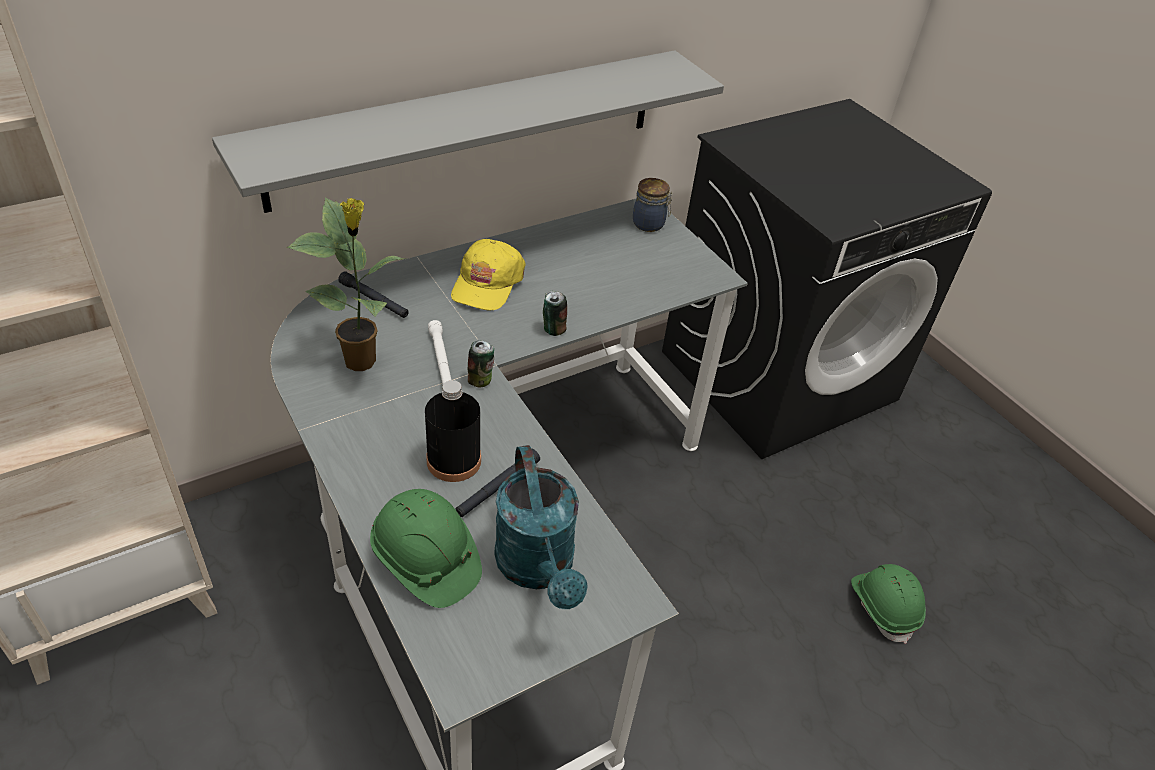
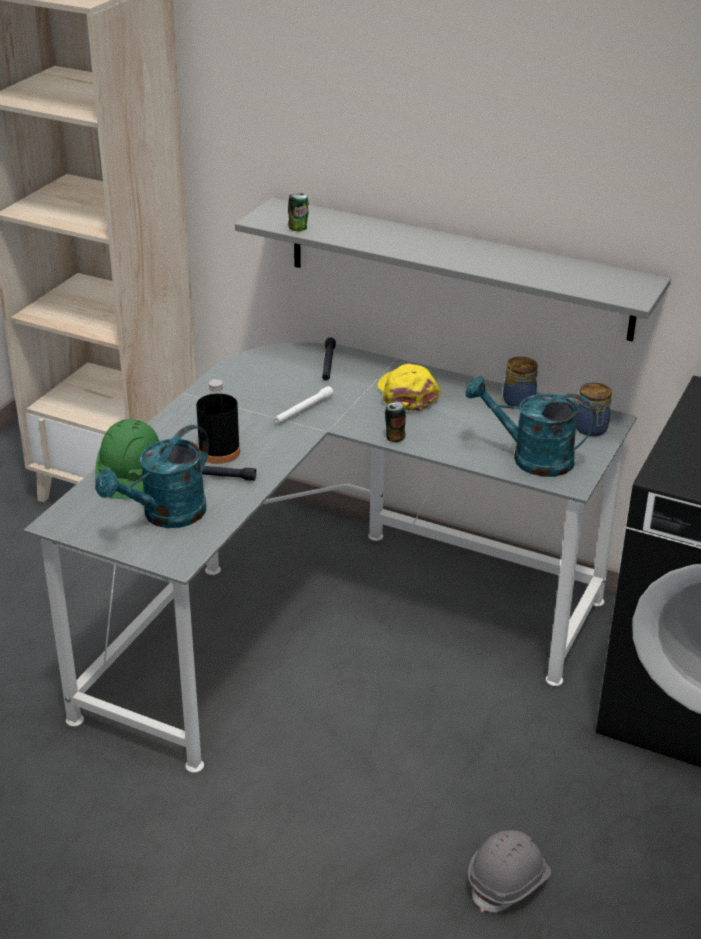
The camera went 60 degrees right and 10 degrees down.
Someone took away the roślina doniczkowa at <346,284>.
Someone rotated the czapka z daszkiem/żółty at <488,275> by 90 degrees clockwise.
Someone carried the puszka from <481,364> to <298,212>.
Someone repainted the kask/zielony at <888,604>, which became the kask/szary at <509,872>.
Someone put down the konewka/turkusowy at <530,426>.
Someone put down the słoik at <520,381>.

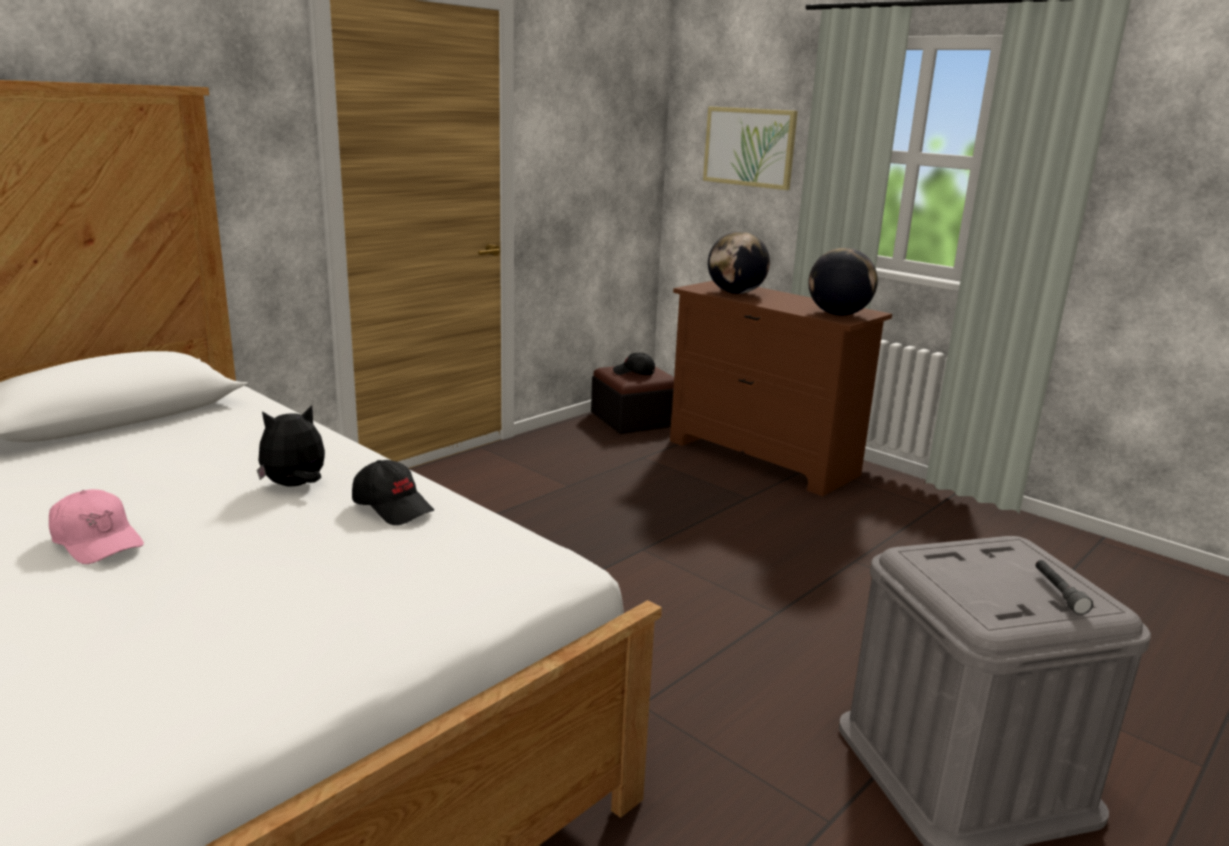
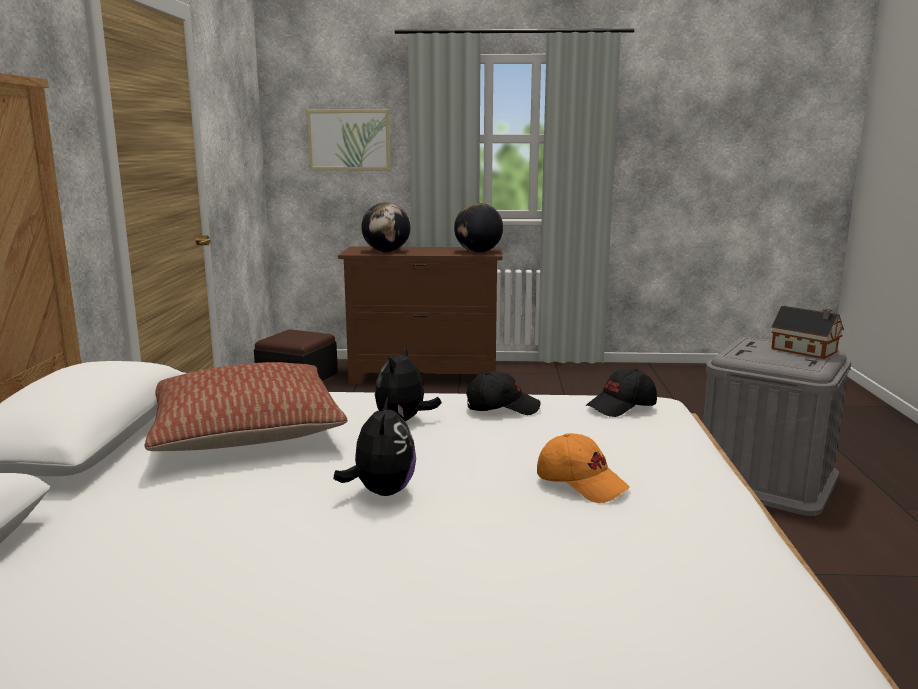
The camera went 40 degrees left and 5 degrees down.
Someone swapped the czapka z daszkiem/różowy at <96,526> for the pluszak at <375,446>.
Someone carried the czapka z daszkiem/czarny from <634,363> to <621,392>.
Someone swapped the latarka/szary at <1064,587> for the domek at <807,332>.
Someone put down the poduszka at <246,406>.
Someone put down the czapka z daszkiem/pomarańczowy at <583,468>.

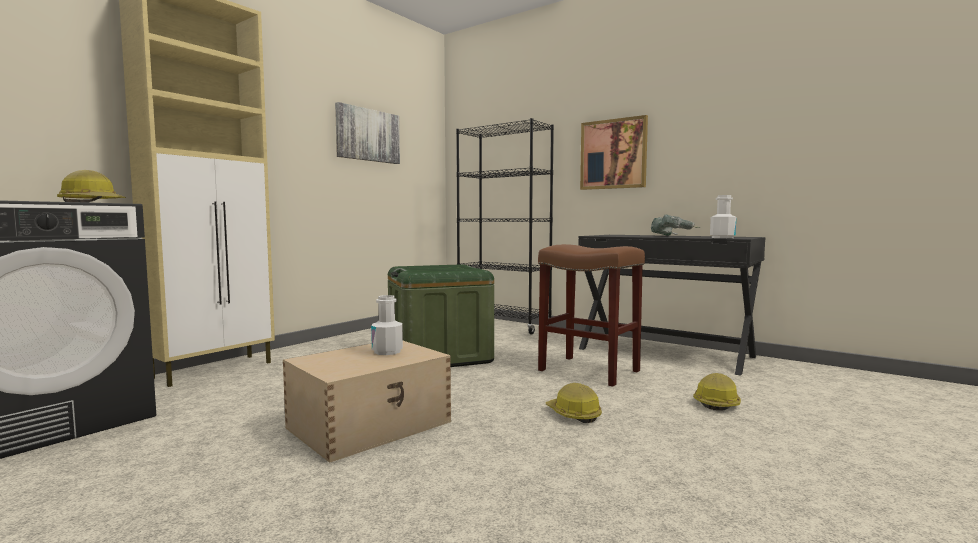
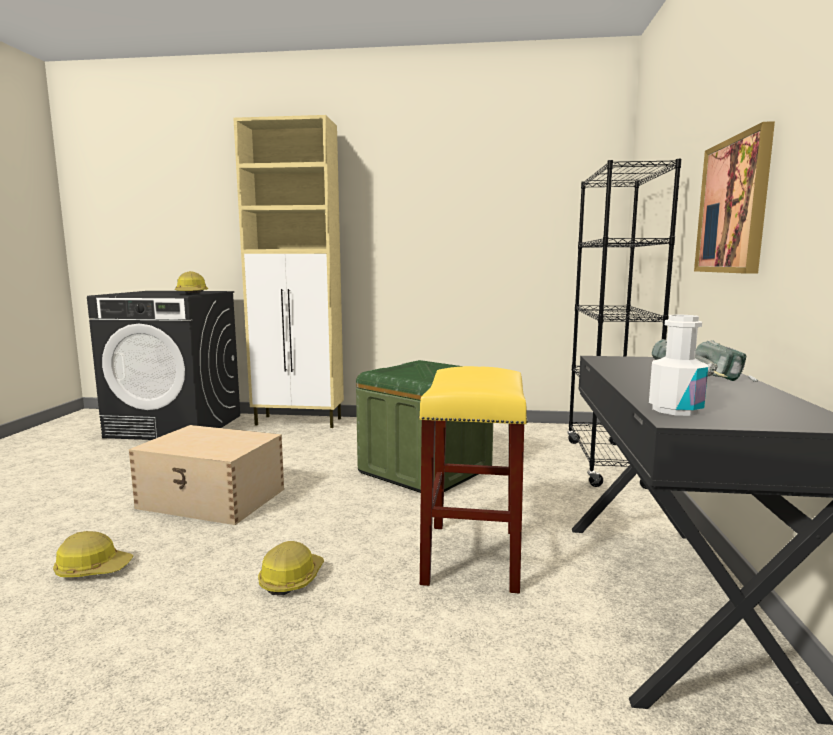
The camera went 60 degrees right and 5 degrees up.
Someone took away the obraz at <367,133>.
Someone took away the butelka/biały at <387,325>.
Someone repainted the stołek/brązowy at <591,315>, which became the stołek/żółty at <473,479>.
Someone carried the kask from <717,392> to <93,554>.

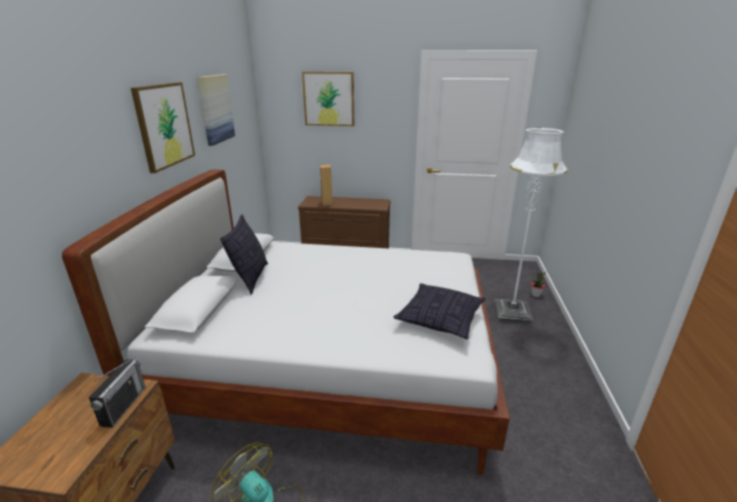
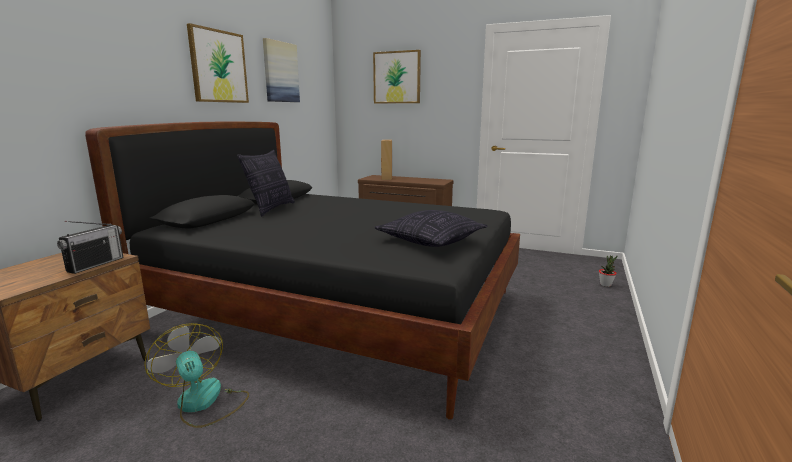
The camera went 15 degrees right and 10 degrees down.
Someone repainted the łóżko/biały at <286,322>, which became the łóżko/czarny at <302,271>.
Someone took away the lampa stojąca/biały at <531,226>.

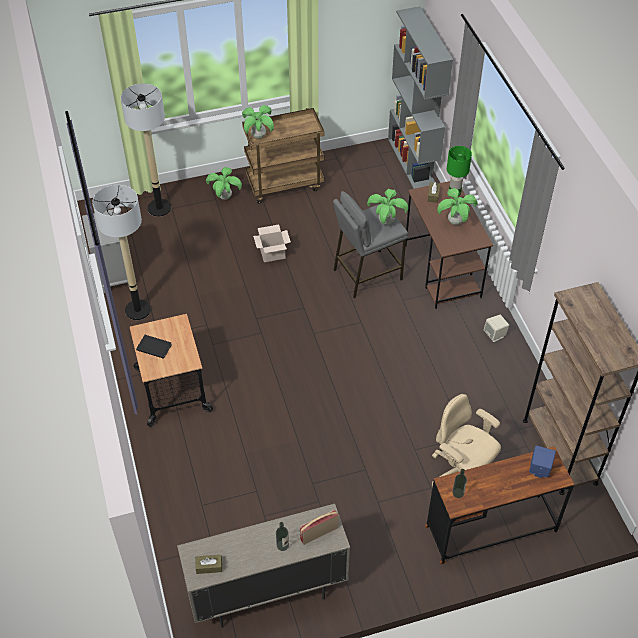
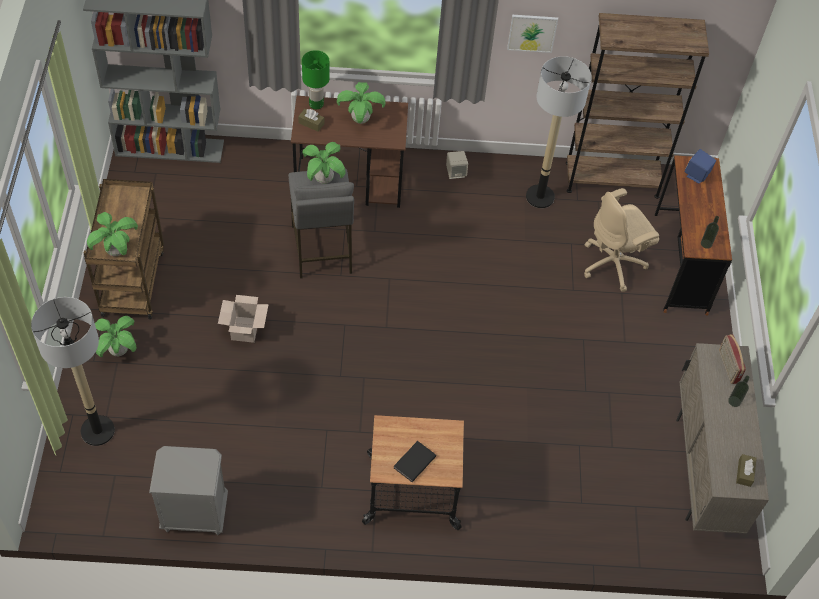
The camera went 75 degrees left and 5 degrees up.
Someone carried the lampa stojąca from <121,252> to <559,132>.
Someone put up the obraz at <532,34>.

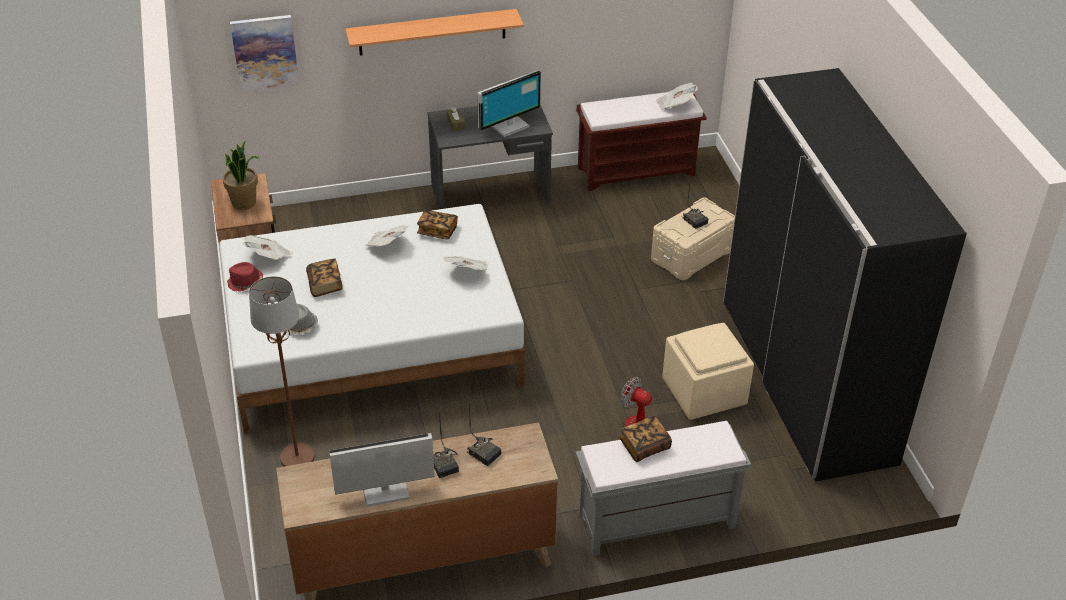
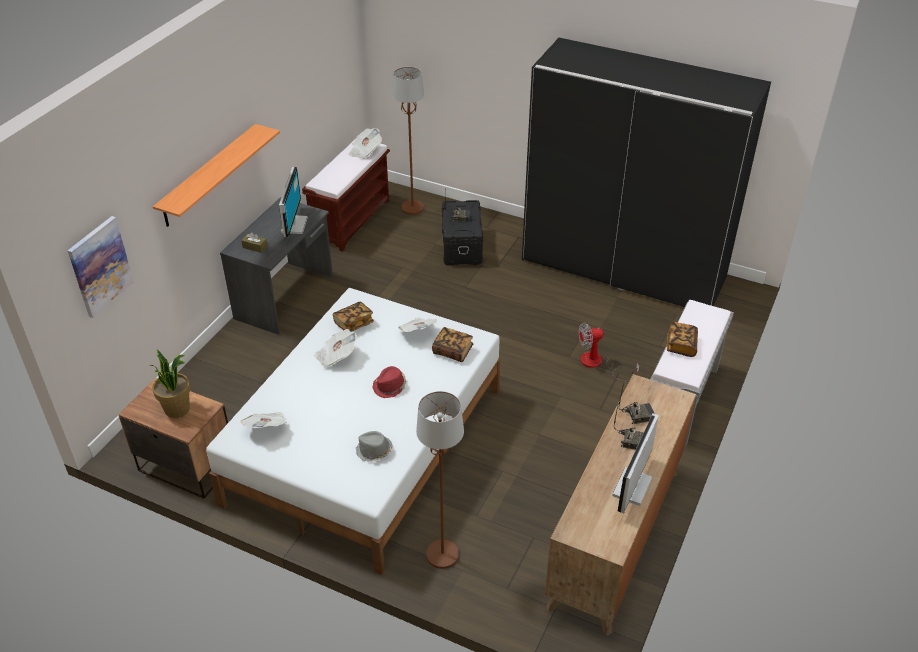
The camera went 50 degrees left and 0 degrees up.
Someone carried the kapelusz/czerwony from <245,277> to <389,382>.
Someone carried the książka from <324,278> to <452,344>.
Someone repainted the pojemnik do przechowywania/beżowy at <693,238>, which became the pojemnik do przechowywania/czarny at <462,232>.
Someone took away the pufa/beżowy at <708,371>.
Someone put down the lampa stojąca/brązowy at <408,141>.

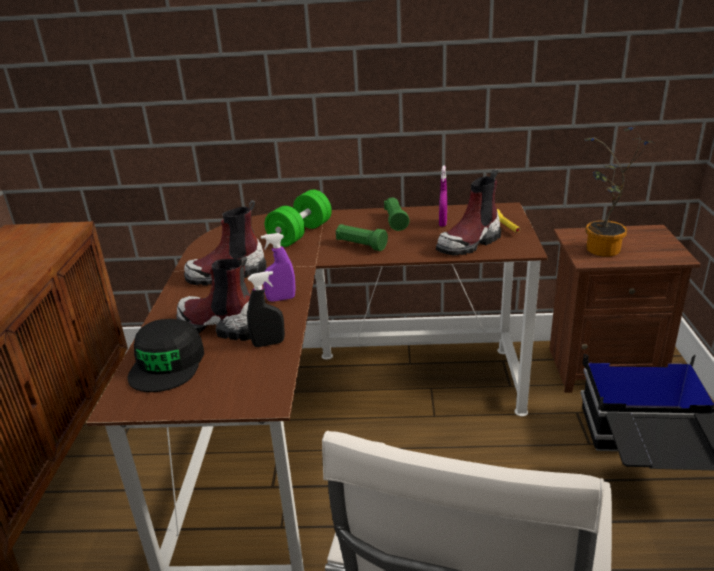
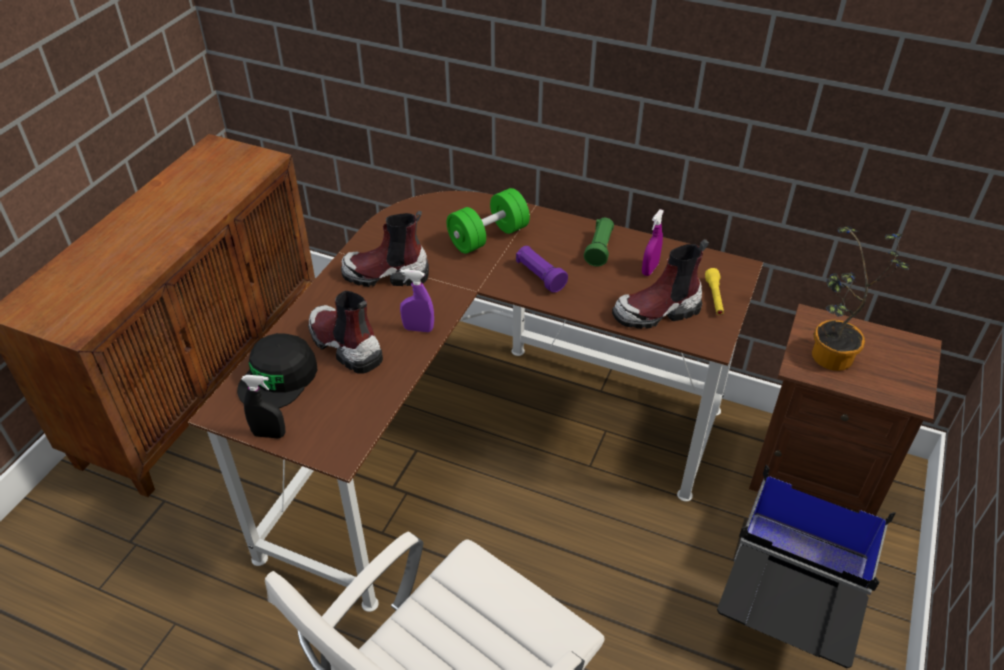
The camera went 20 degrees right and 15 degrees up.
Someone carried the spryskiwacz/czarny from <266,309> to <263,407>.
Someone repainted the latarka/zielony at <362,237>, which became the latarka/fioletowy at <542,269>.

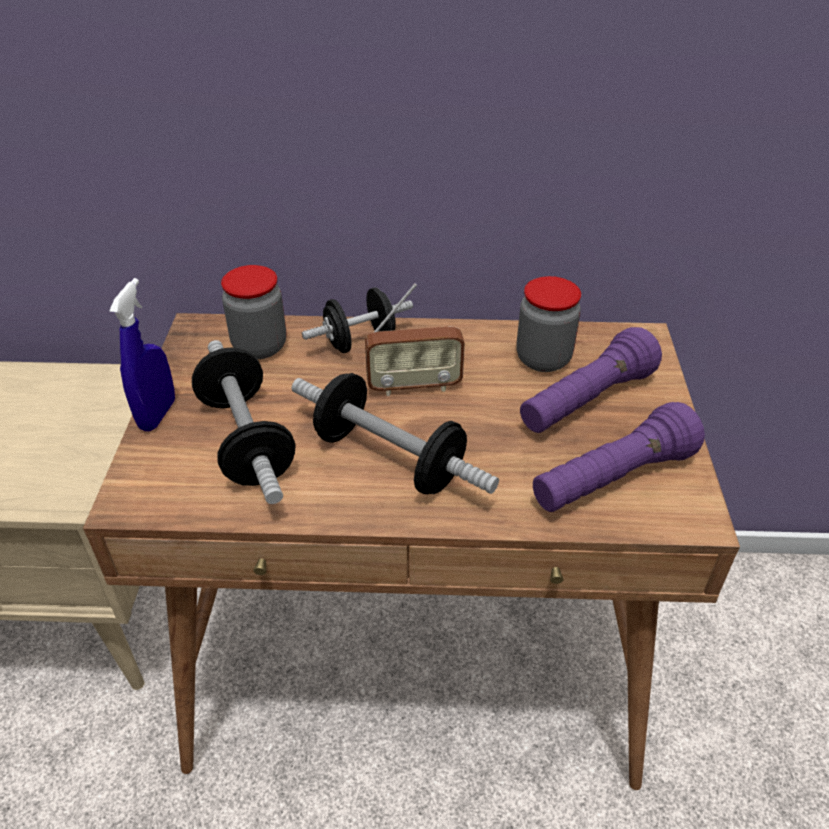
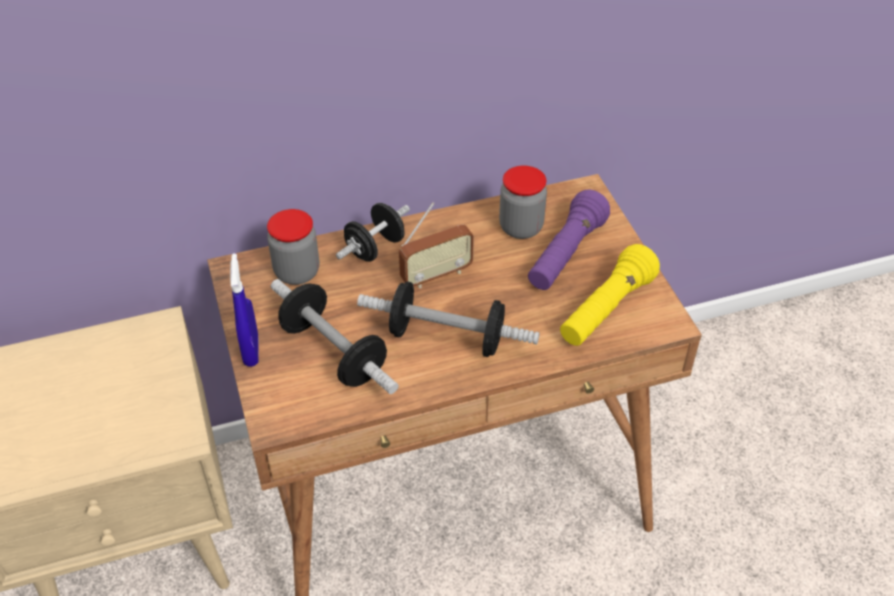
The camera went 20 degrees left and 5 degrees up.
Someone repainted the latarka/fioletowy at <619,457>, which became the latarka/żółty at <610,295>.

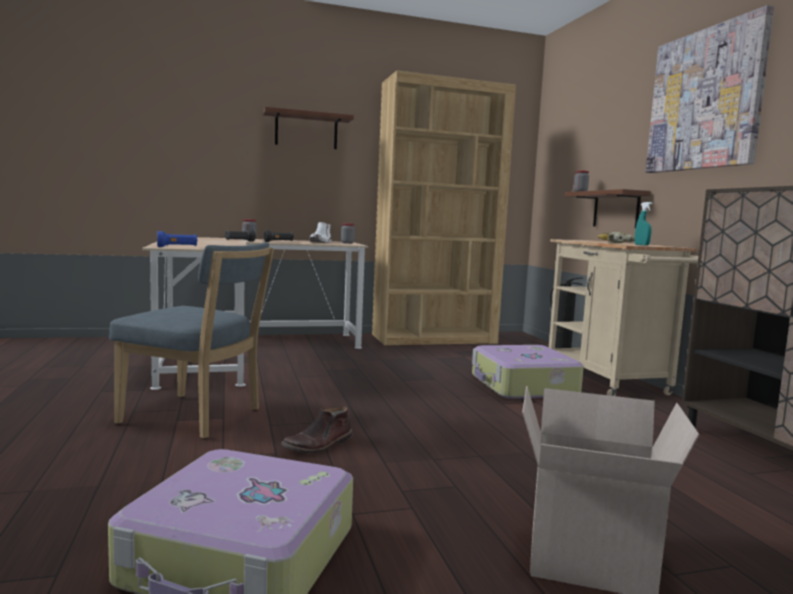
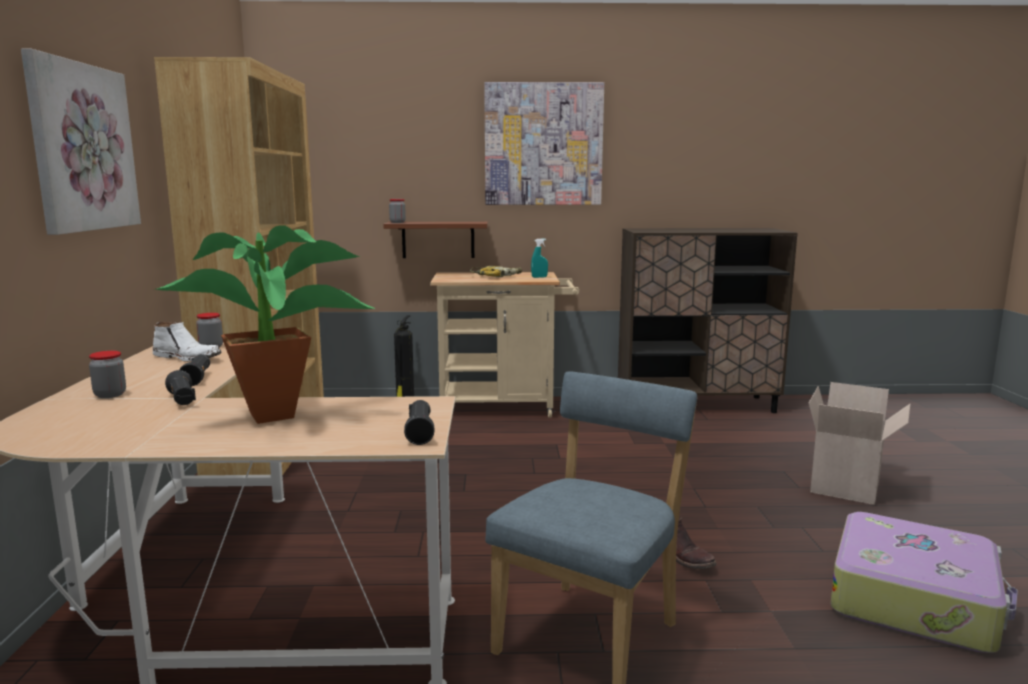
The camera went 75 degrees left and 5 degrees up.
Someone repainted the latarka/niebieski at <177,239>, which became the latarka/czarny at <419,422>.
Someone swapped the półka at <308,128> for the obraz at <81,142>.
Someone took away the walizka at <528,372>.
Someone put down the roślina doniczkowa at <266,324>.

